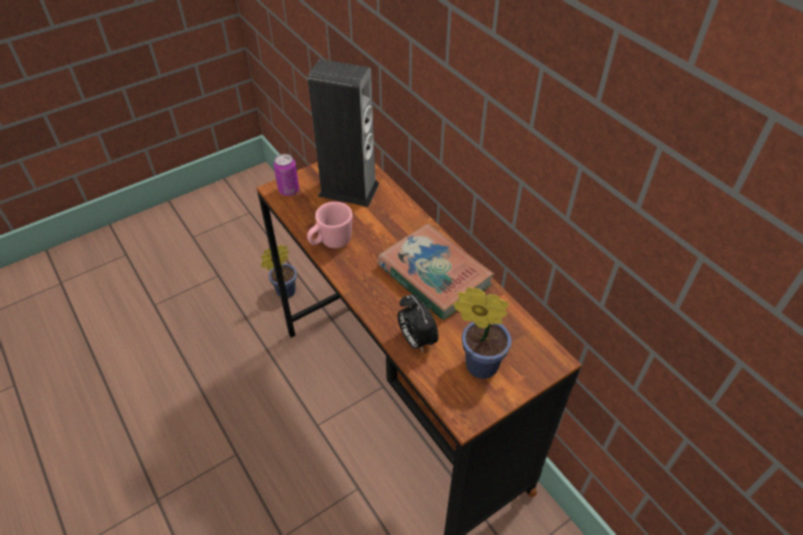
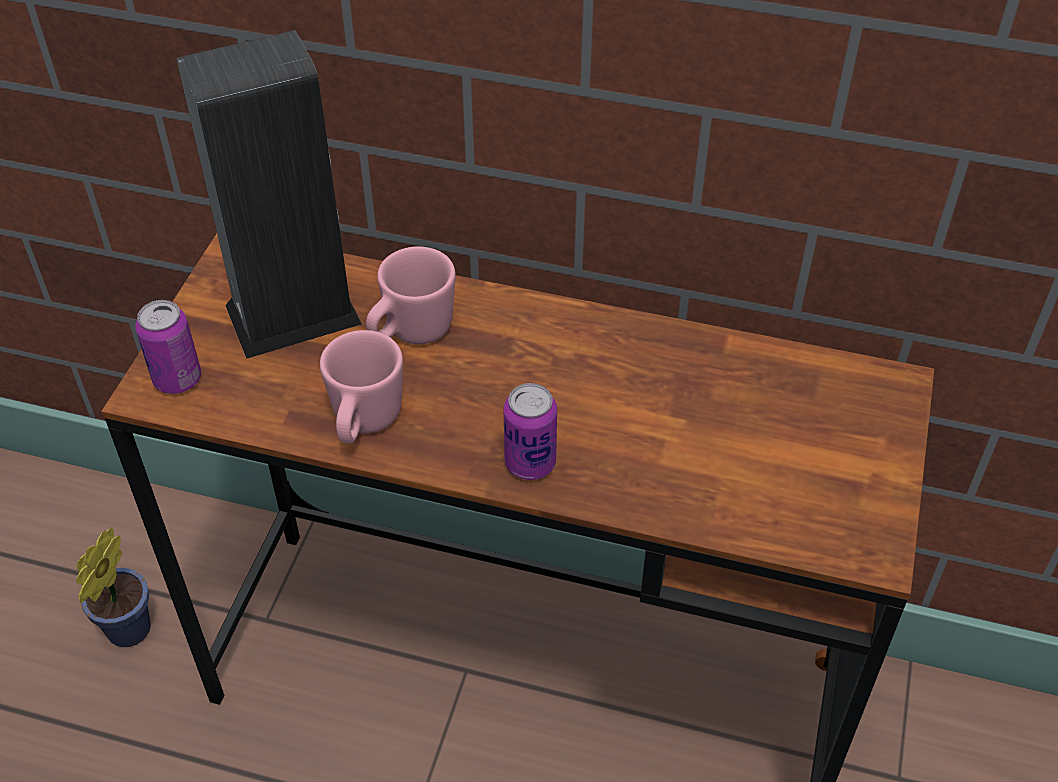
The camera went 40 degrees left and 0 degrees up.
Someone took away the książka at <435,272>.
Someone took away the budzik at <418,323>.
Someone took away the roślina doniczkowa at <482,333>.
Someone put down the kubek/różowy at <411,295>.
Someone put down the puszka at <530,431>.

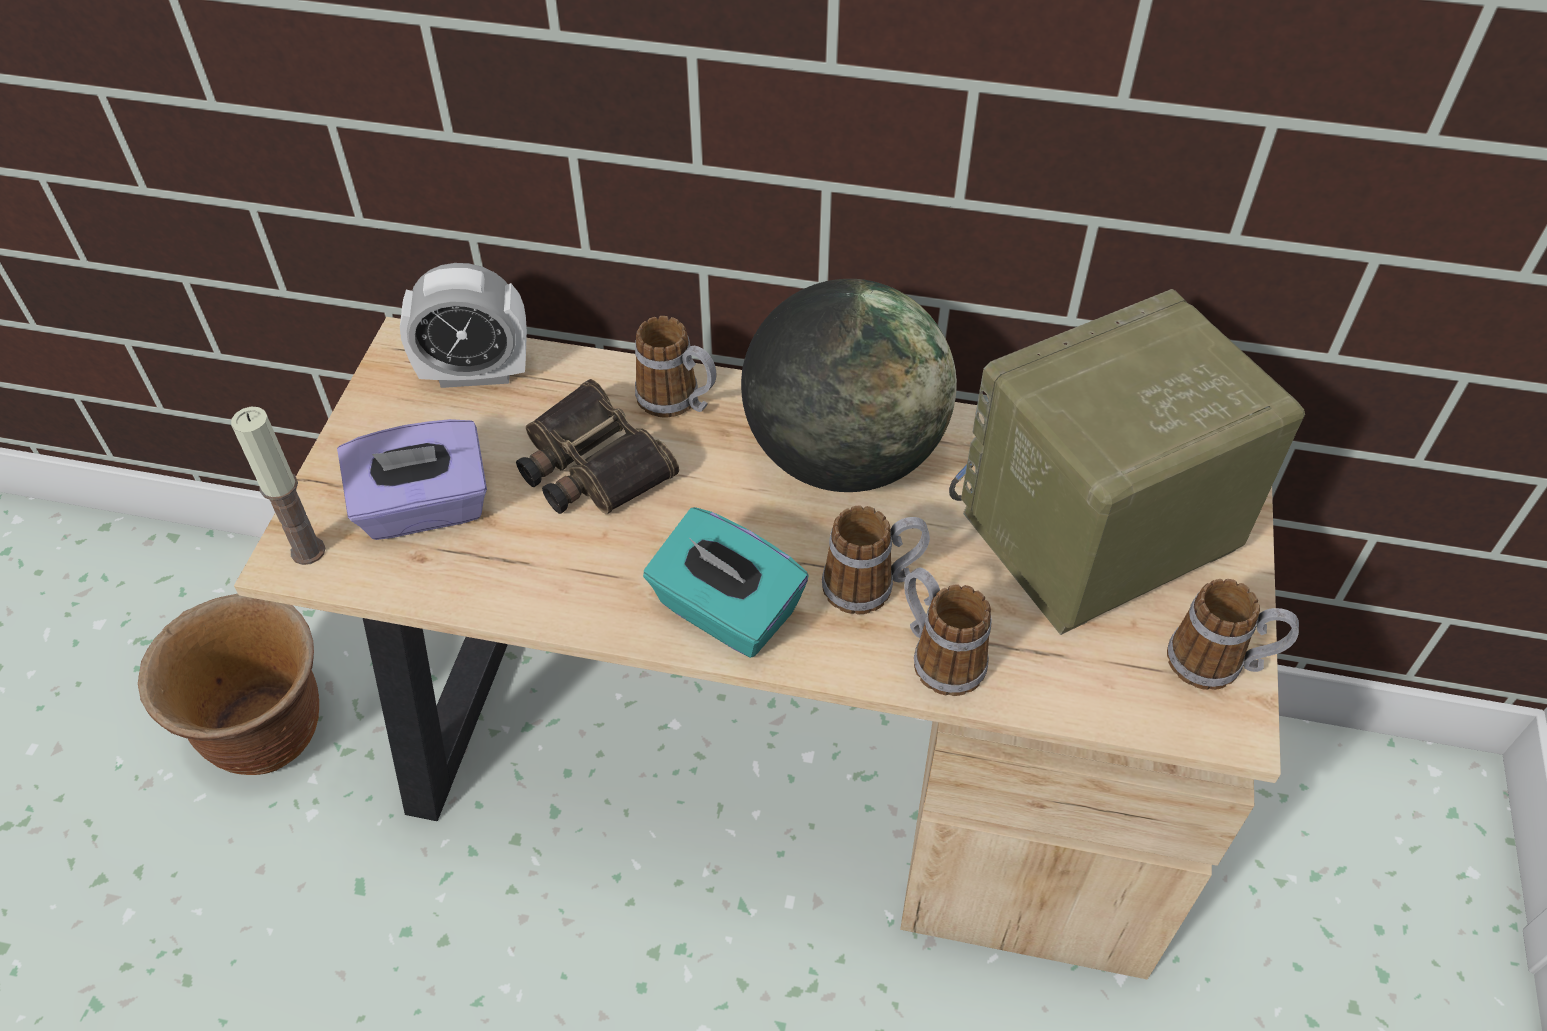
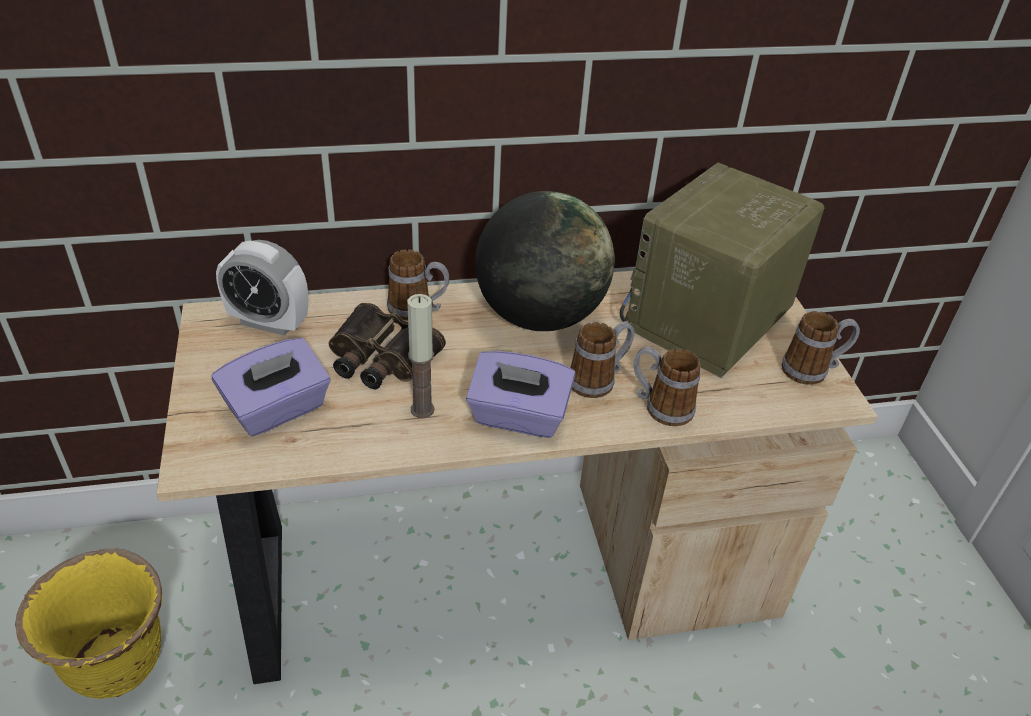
The camera went 25 degrees left and 10 degrees down.
Someone repainted the donica/brązowy at <228,684>, which became the donica/żółty at <88,624>.
Someone carried the świeca from <278,485> to <421,356>.
Someone rotated the budzik at <463,325> by 45 degrees clockwise.
Someone repainted the pudełko chusteczek/turkusowy at <726,582>, which became the pudełko chusteczek/fioletowy at <520,394>.

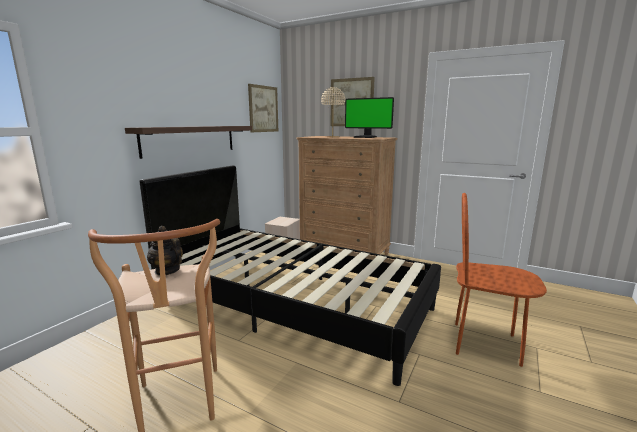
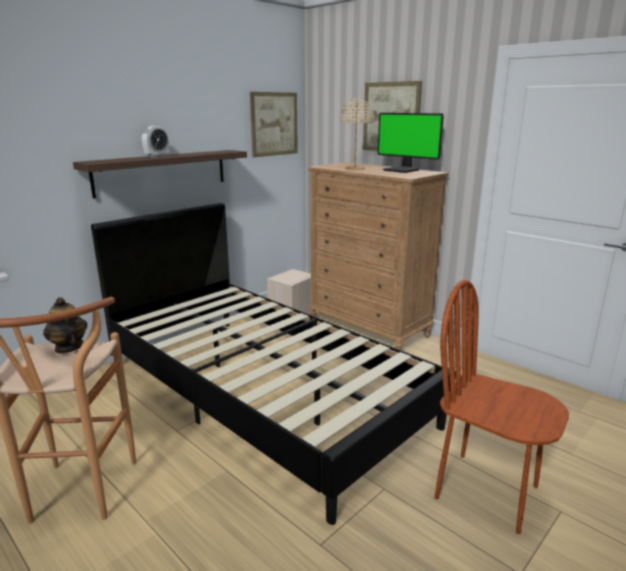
The camera went 15 degrees right and 5 degrees up.
Someone put down the budzik at <155,141>.

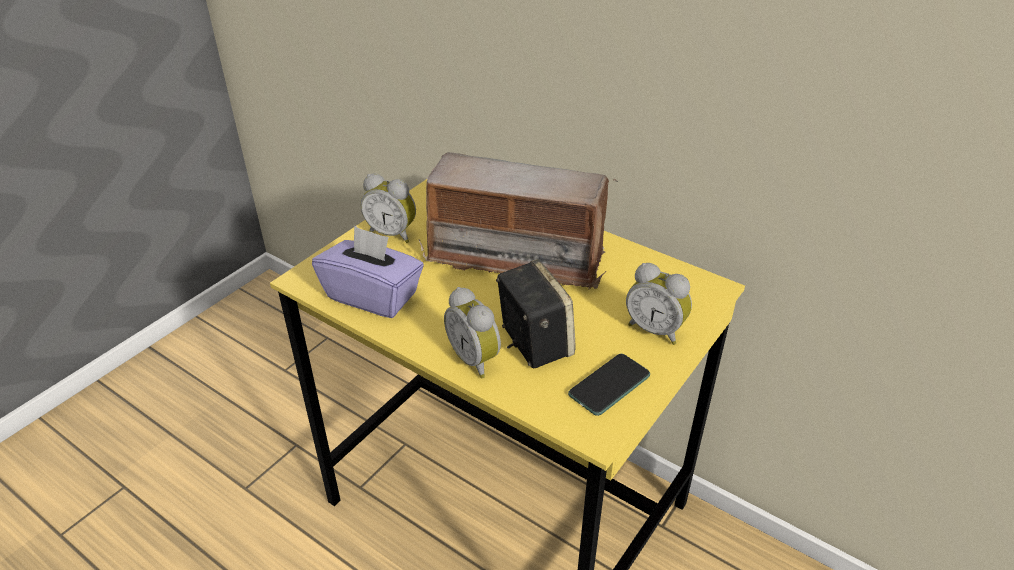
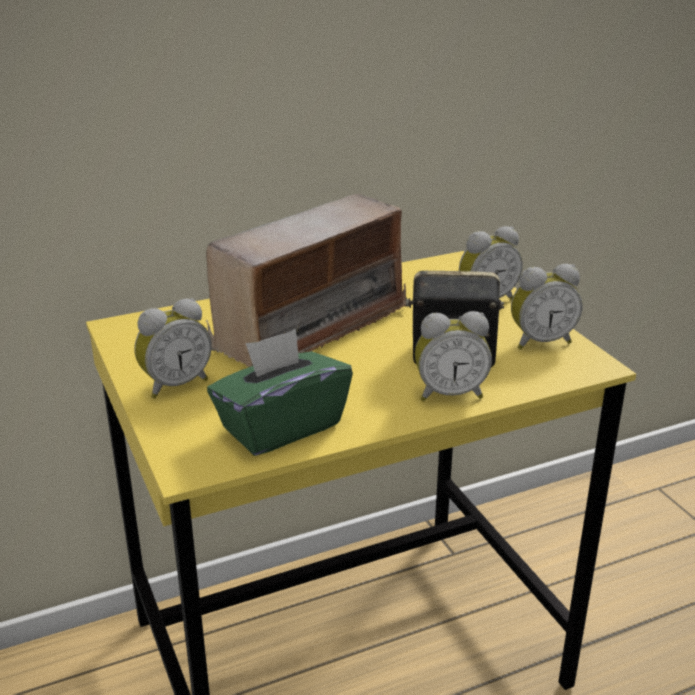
The camera went 60 degrees left and 10 degrees down.
Someone repainted the pudełko chusteczek/fioletowy at <368,271>, which became the pudełko chusteczek/zielony at <280,392>.
Someone swapped the telefon at <609,385> for the budzik at <547,307>.

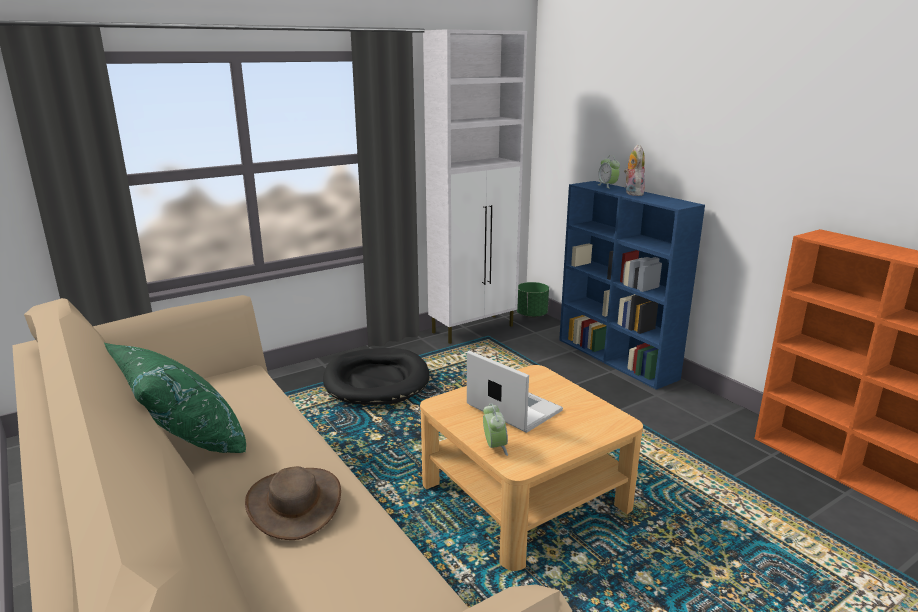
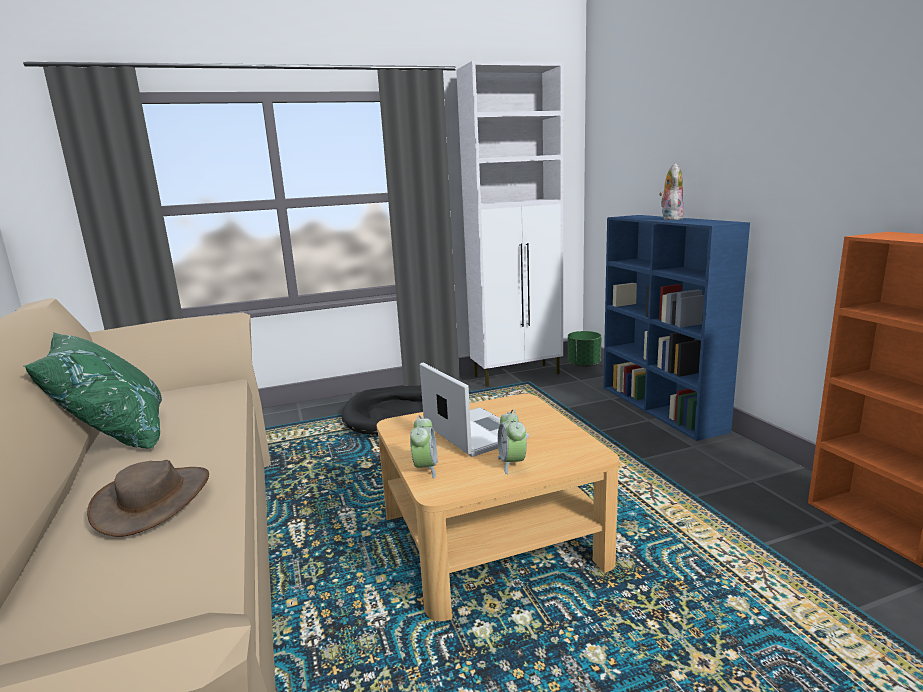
The camera went 15 degrees right and 5 degrees down.
Someone carried the budzik from <609,171> to <512,442>.

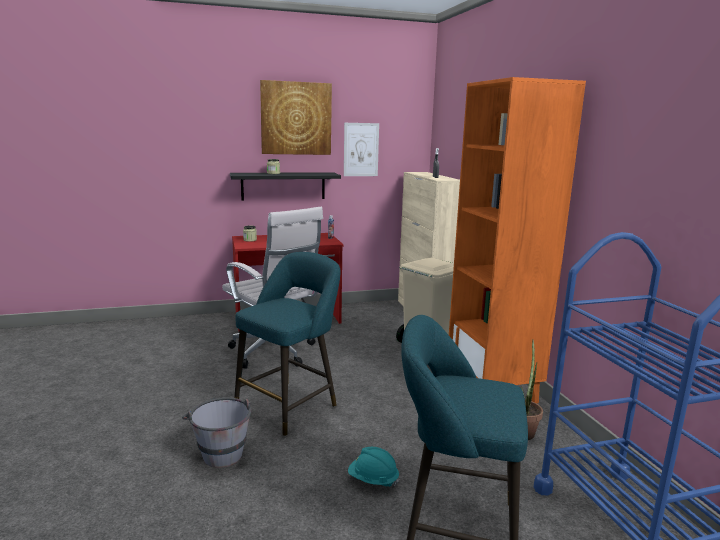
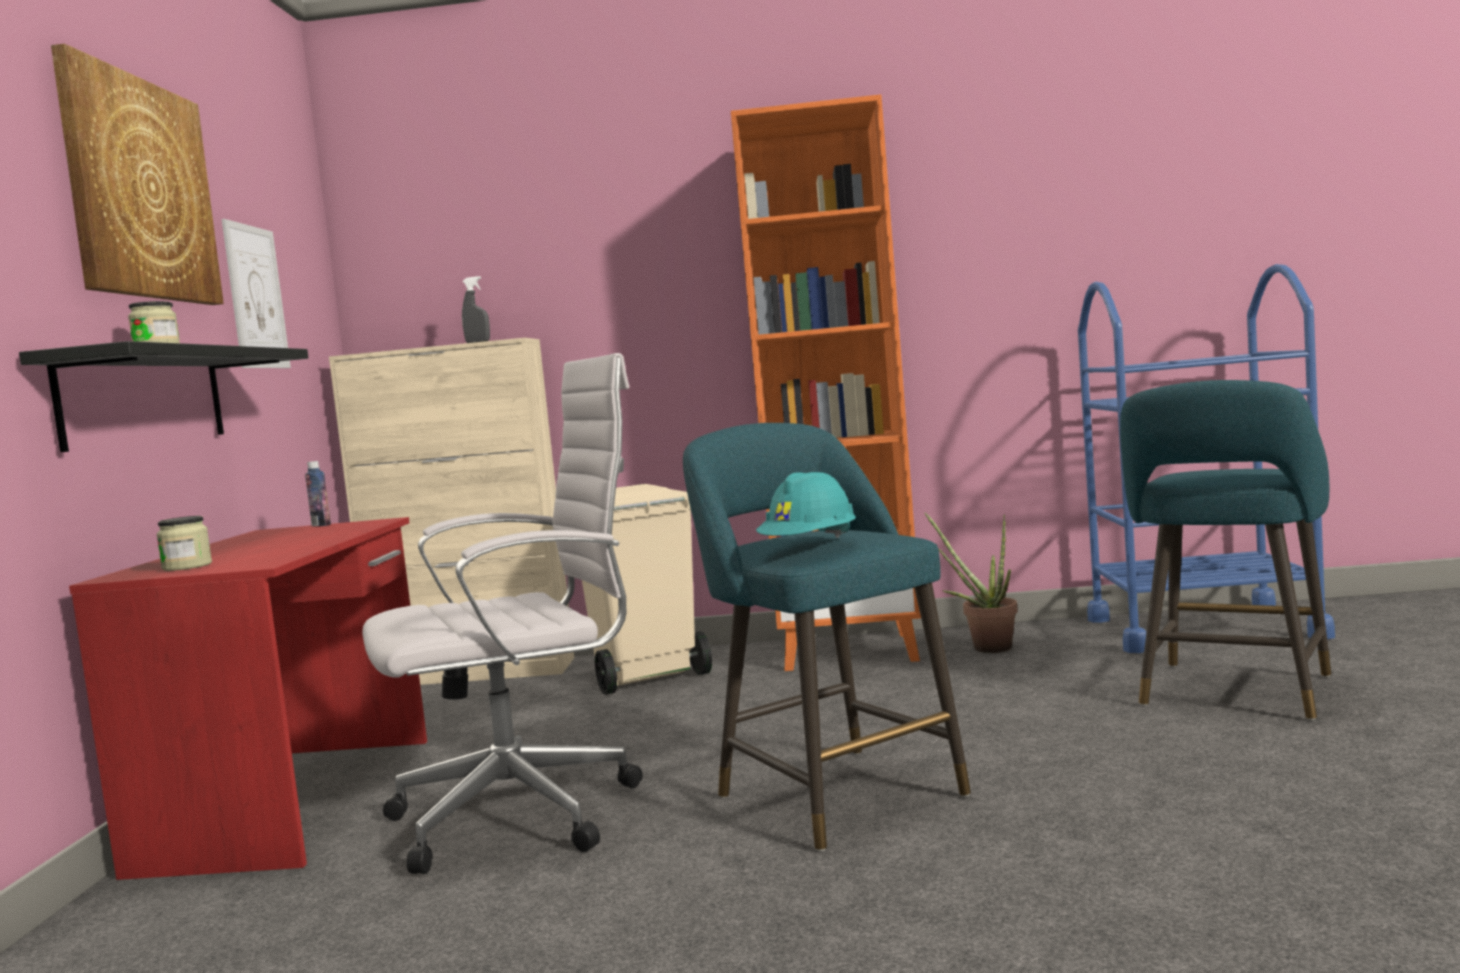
The camera went 70 degrees left and 10 degrees down.
Someone took away the wiadro/szary at <216,432>.
Someone carried the kask/turkusowy from <374,467> to <806,505>.

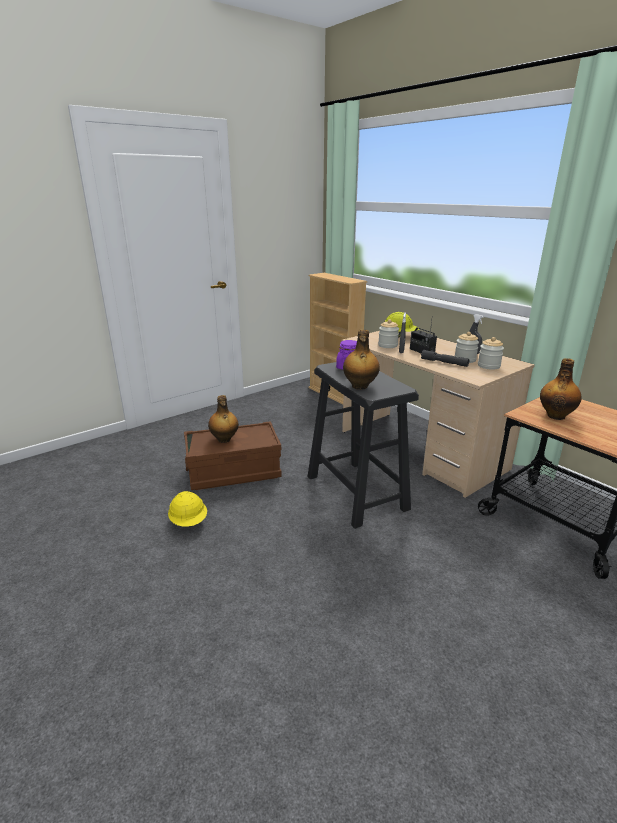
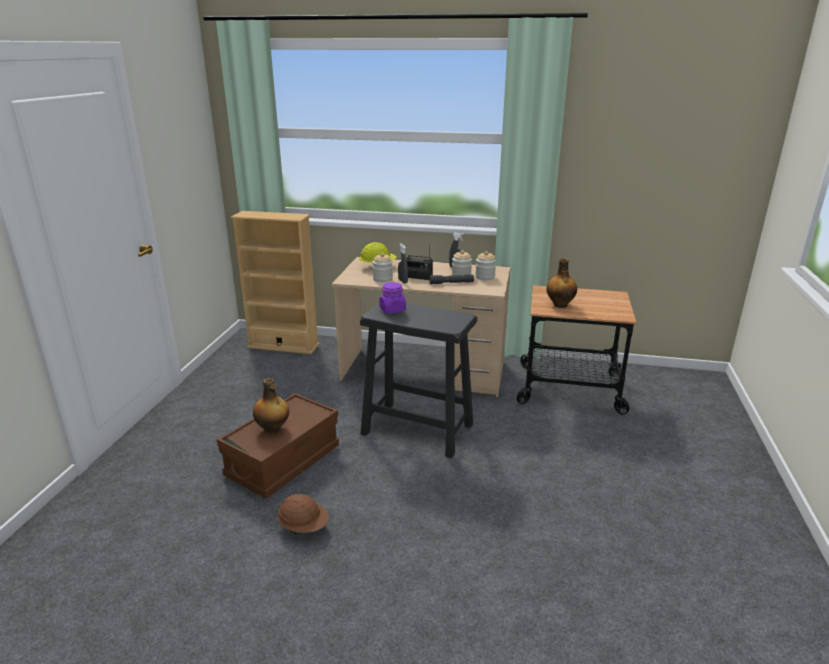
The camera went 40 degrees left and 0 degrees up.
Someone repainted the kask/żółty at <187,509>, which became the kask/brązowy at <303,514>.
Someone took away the butelka at <361,360>.

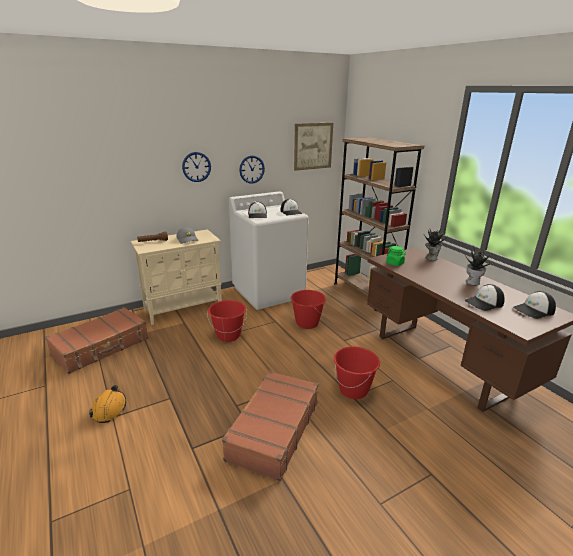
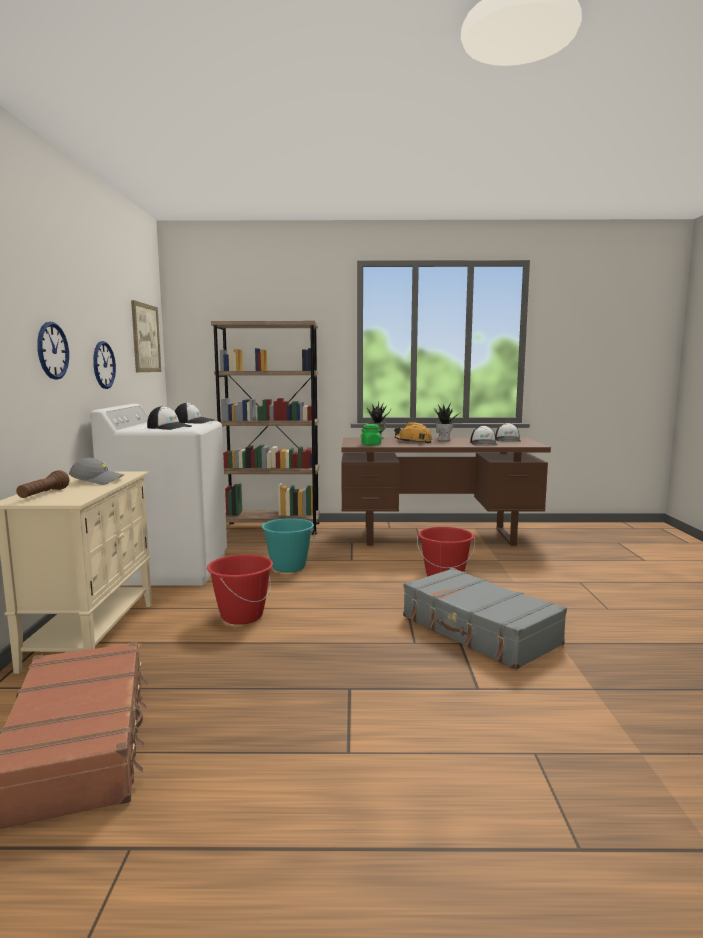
The camera went 60 degrees left and 15 degrees down.
Someone carried the kask/pomarańczowy from <108,404> to <413,433>.
Someone repainted the walizka/brązowy at <270,426>, which became the walizka/szary at <485,619>.
Someone repainted the wiadro/czerwony at <308,309>, which became the wiadro/turkusowy at <288,545>.

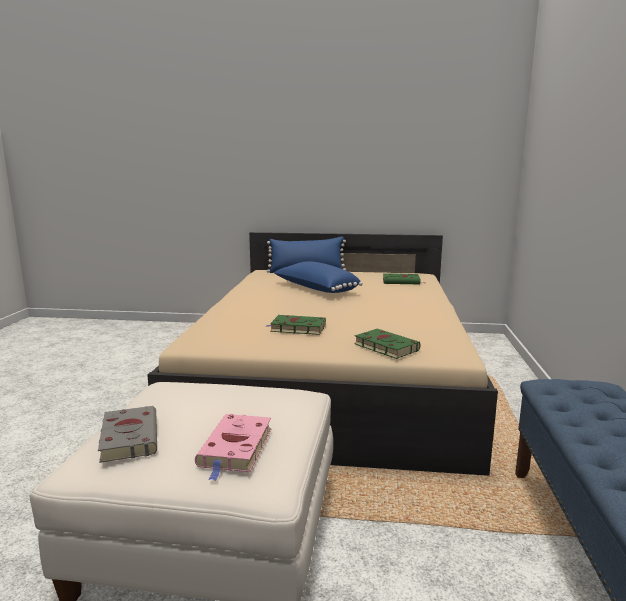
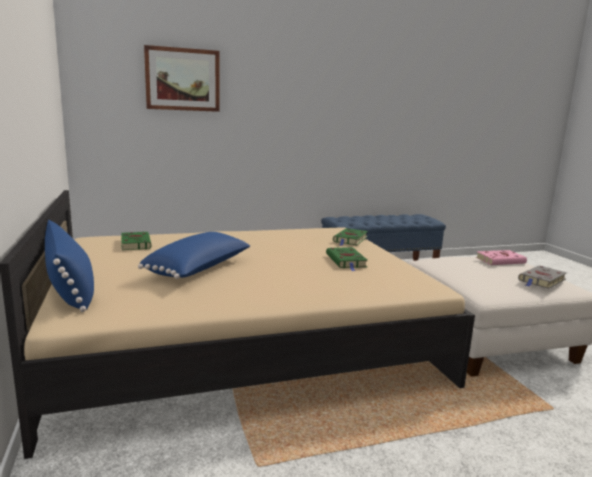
The camera went 115 degrees left and 0 degrees up.
Someone put up the obraz at <182,78>.

